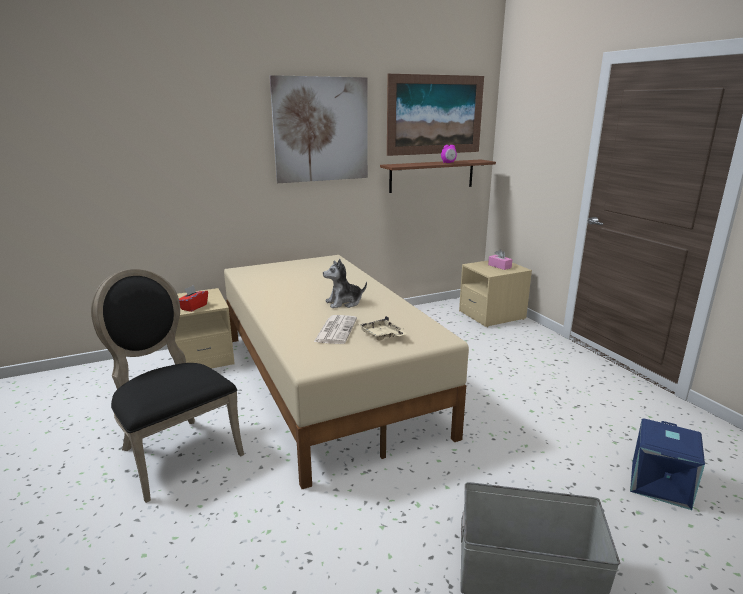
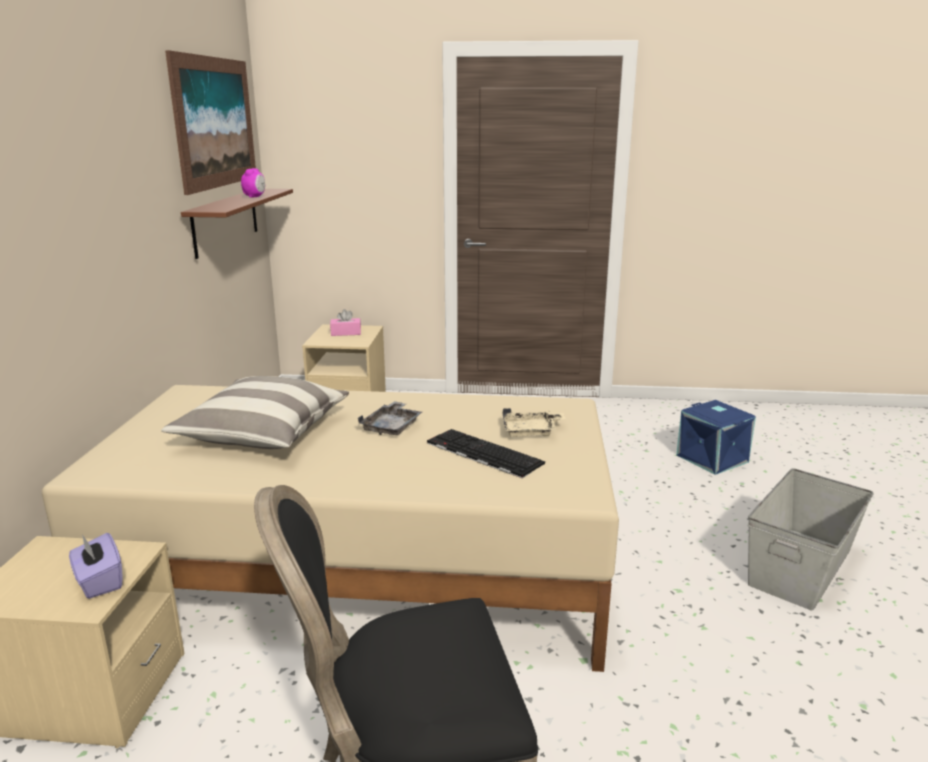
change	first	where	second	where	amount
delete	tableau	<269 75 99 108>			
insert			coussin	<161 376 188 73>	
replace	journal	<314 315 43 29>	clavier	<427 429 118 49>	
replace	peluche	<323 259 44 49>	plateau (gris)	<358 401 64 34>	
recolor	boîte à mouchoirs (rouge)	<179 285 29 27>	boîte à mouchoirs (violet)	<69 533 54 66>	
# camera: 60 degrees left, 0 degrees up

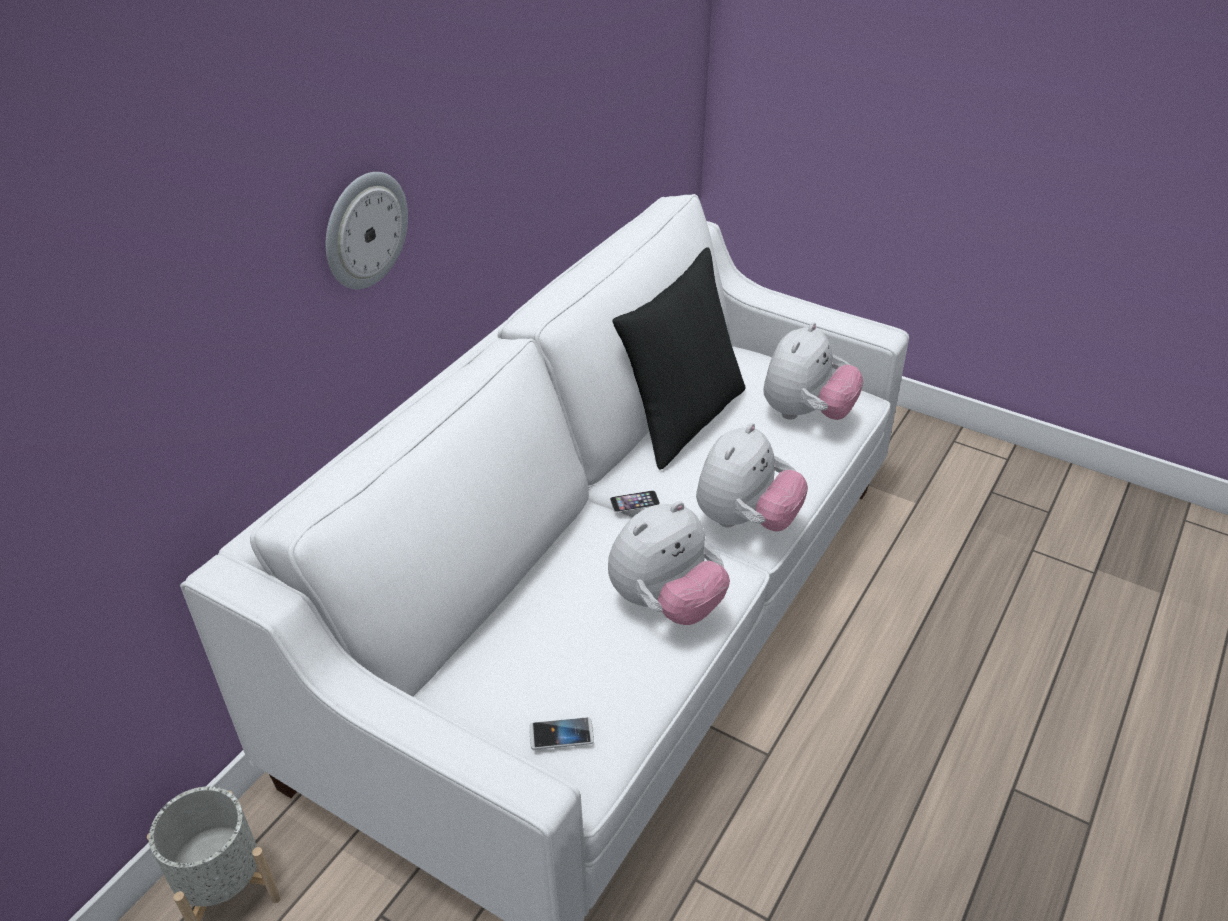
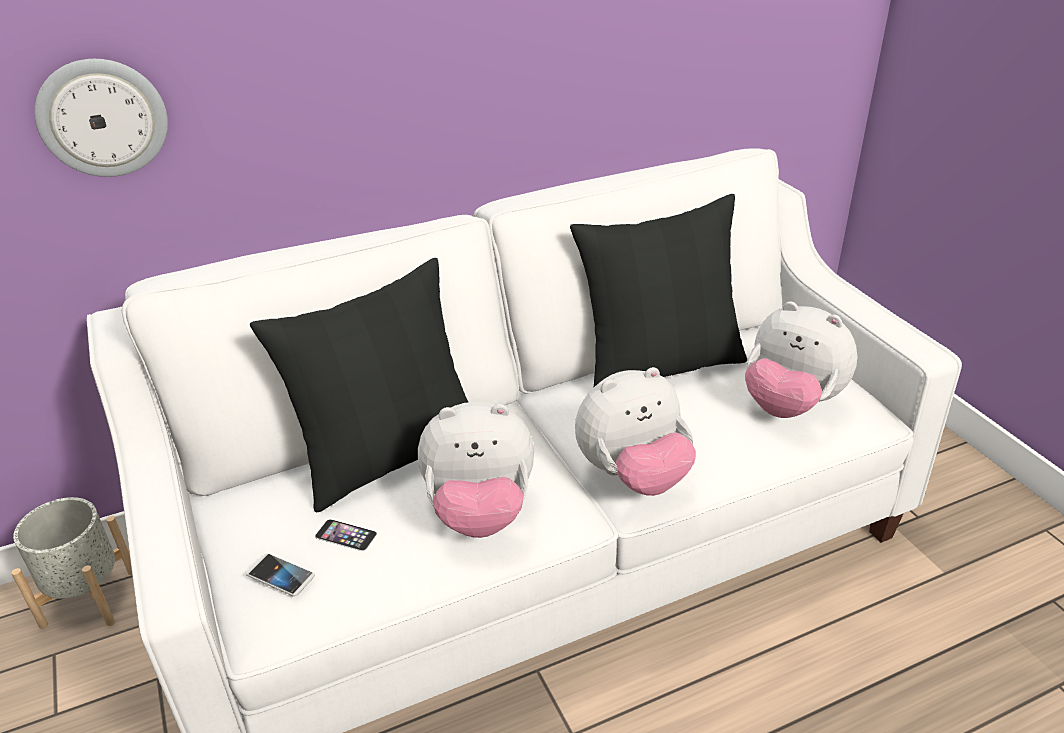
change	first	where	second	where	amount
insert			coussin (noir)	<250 258 218 254>	
move	horloge murale	<326 172 82 117>		<34 59 134 118>	
move	téléphone	<610 491 50 21>		<315 519 62 32>	
rotate	peluche	<763 322 101 98>		<745 301 112 117>	60 degrees clockwise
# camera: 35 degrees right, 5 degrees down

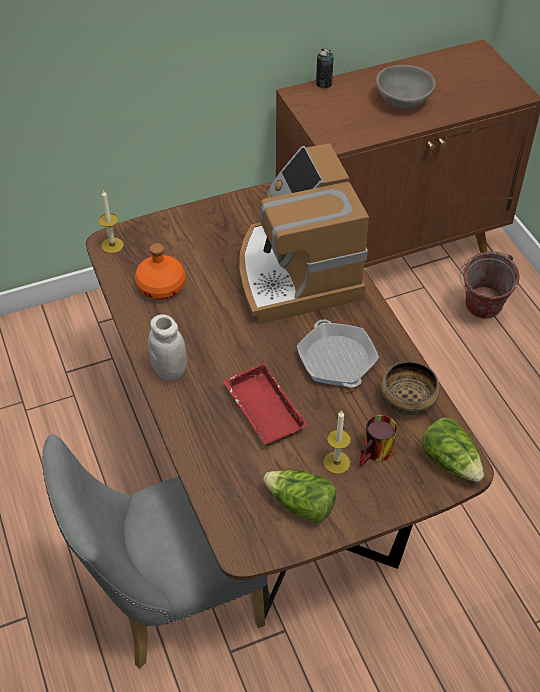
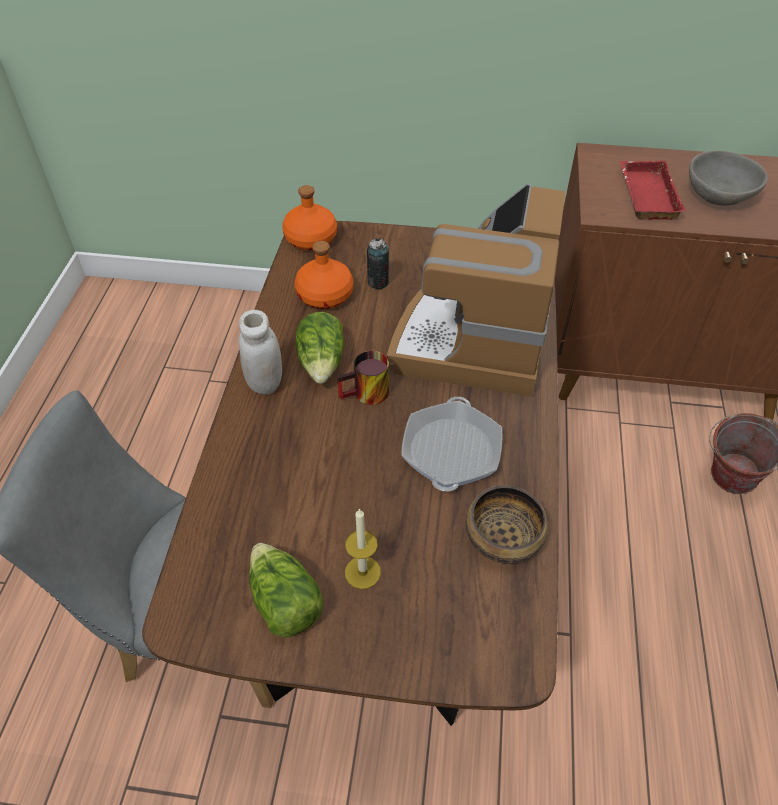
change	first	where	second	where	amount
move	plateau (rouge)	<223 363 85 83>		<620 160 66 60>	
move	boîte métallique	<316 49 18 40>		<367 238 22 51>	
move	mug	<359 415 38 52>		<337 351 52 54>	
move	laitue	<422 417 62 65>		<296 312 48 72>	
replace	bougie	<99 190 25 63>	bouteille (orange)	<282 185 55 65>	
# camera: 30 degrees right, 0 degrees up

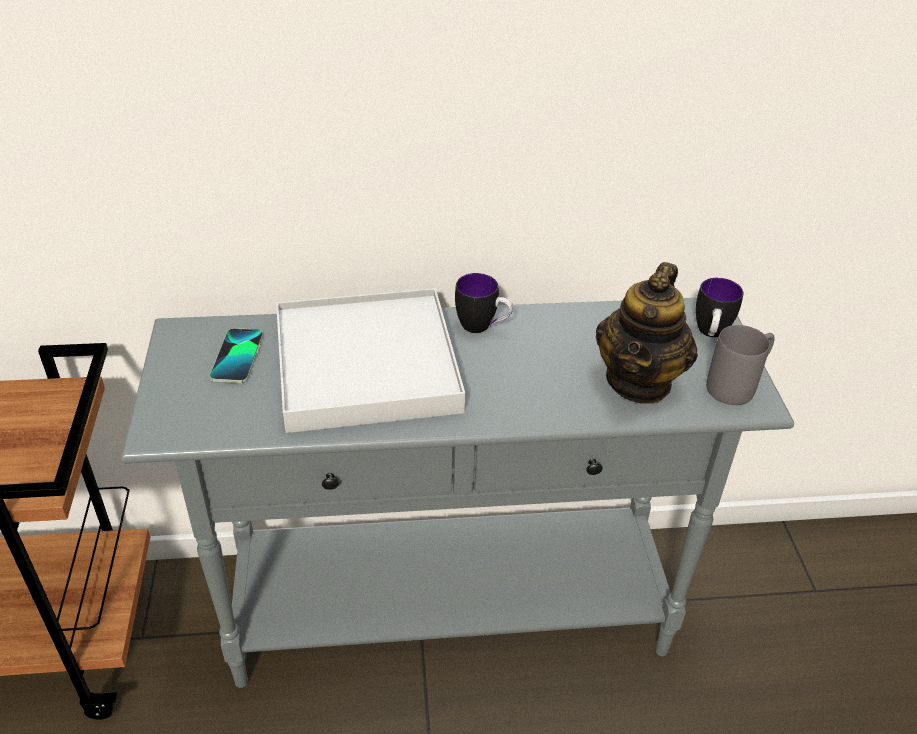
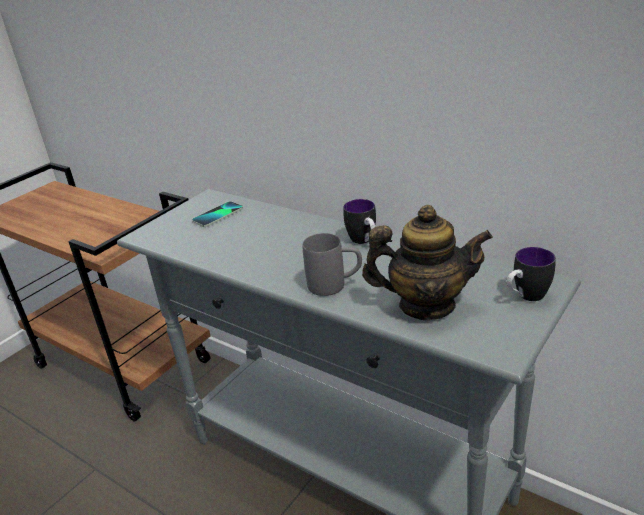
change	first	where	second	where	amount
delete	plateau (blanc)	<276 288 189 145>			
move	mug (gris)	<706 325 69 80>		<302 233 60 63>	
rotate	théière	<596 262 102 142>		<362 205 131 115>	150 degrees counterclockwise
# camera: 45 degrees right, 10 degrees down

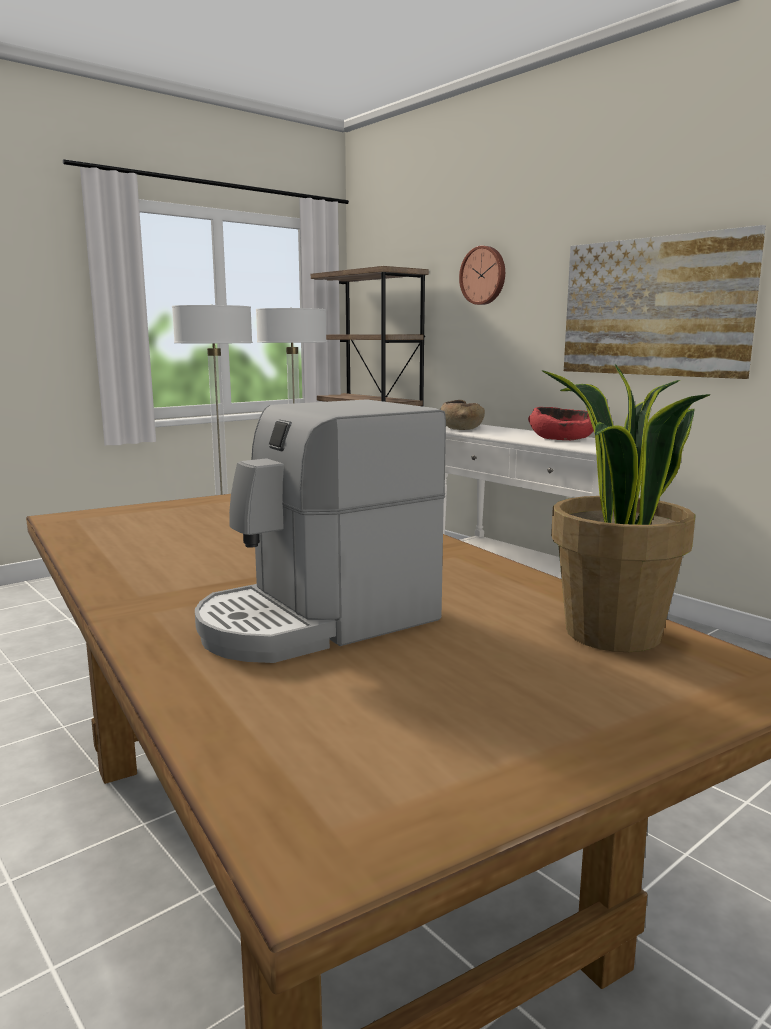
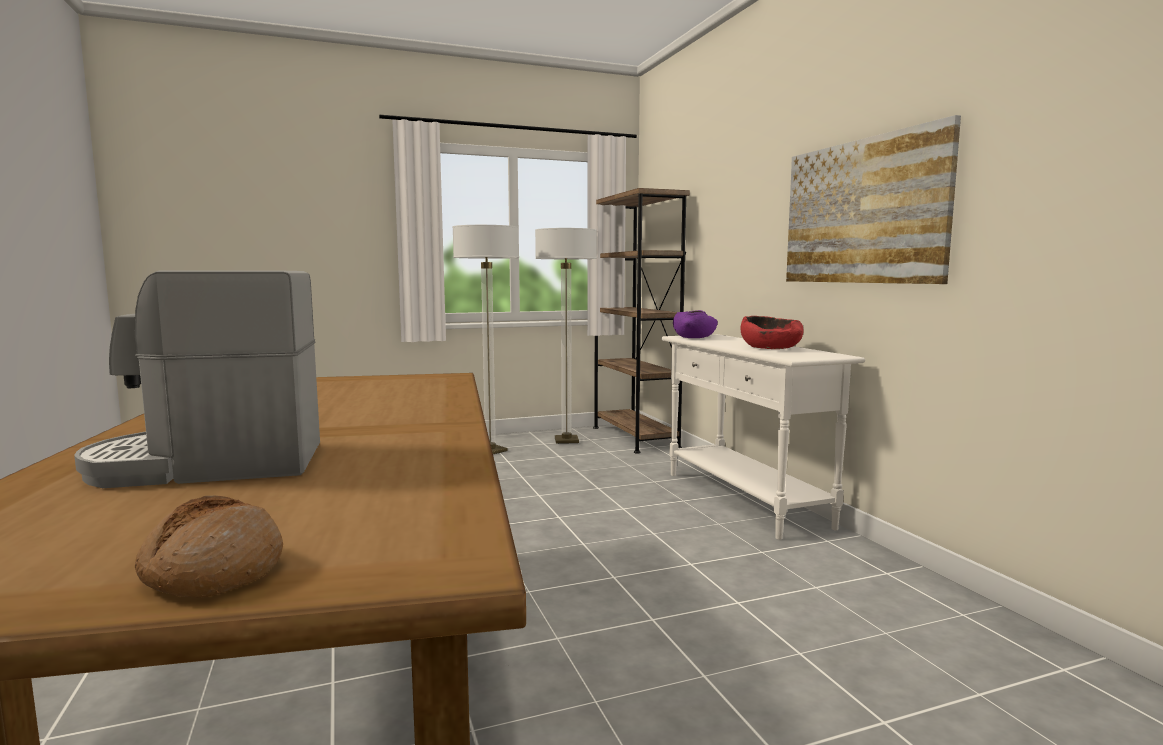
change	first	where	second	where	amount
delete	horloge murale	<459 246 46 59>			
delete	plante en pot	<542 364 169 288>			
insert			pain	<135 496 148 101>	
recolor	bol (marron)	<440 400 45 30>	bol (violet)	<673 310 45 28>	
# camera: 20 degrees right, 5 degrees down

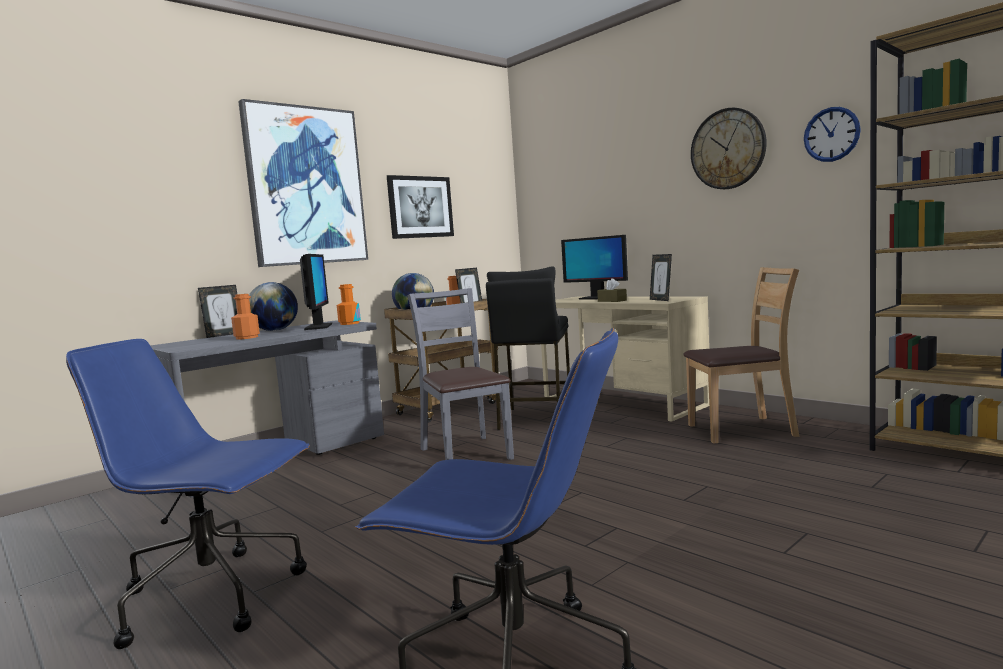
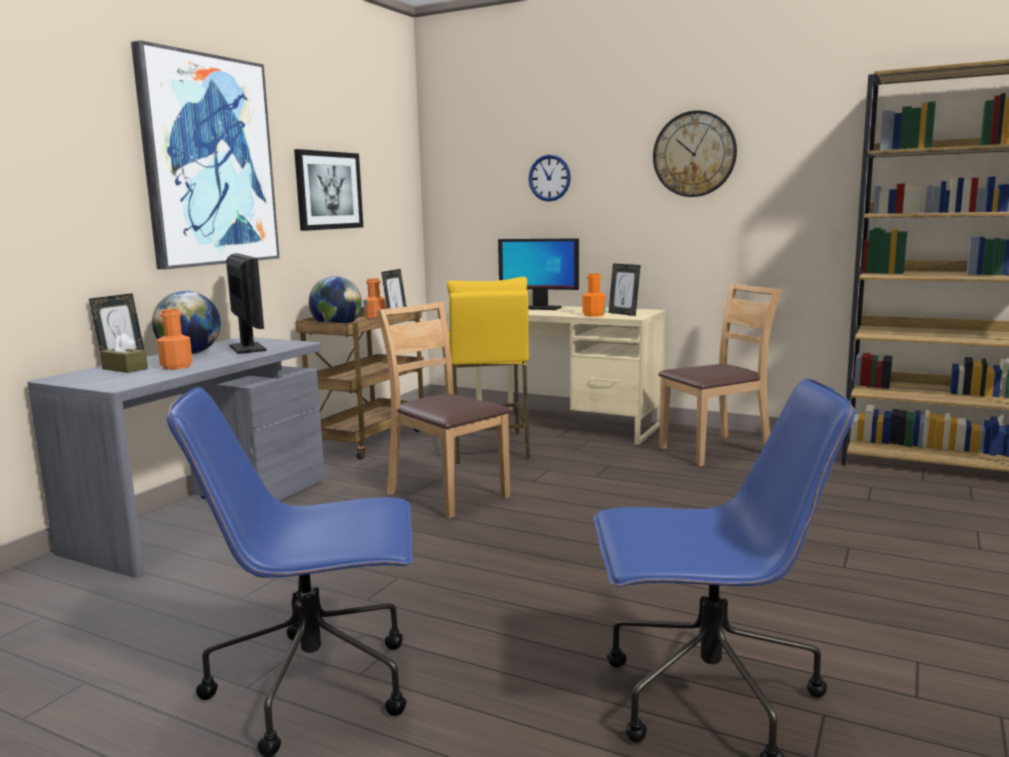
change	first	where	second	where	amount
move	bouteille (orange)	<337 284 24 41>		<583 273 23 44>	
move	boîte à mouchoirs (marron)	<597 278 30 24>		<100 333 48 40>	
move	horloge murale	<804 107 57 55>		<529 155 42 47>	
recolor	chaise (gris)	<407 288 107 172>	chaise (marron)	<376 302 135 217>	
recolor	tabouret (noir)	<486 267 84 163>	tabouret (jaune)	<447 277 83 188>	
# camera: 20 degrees left, 5 degrees up

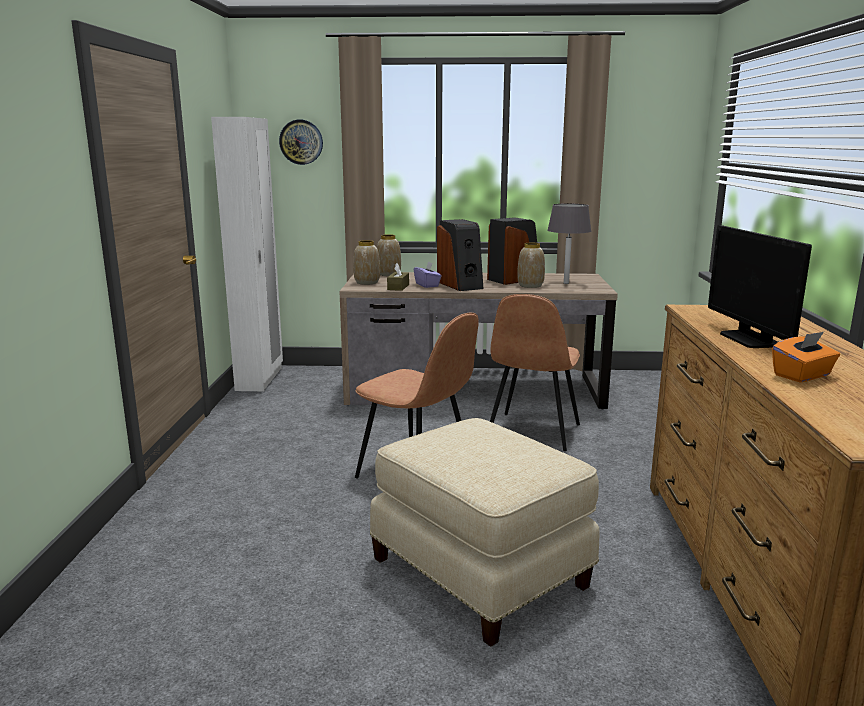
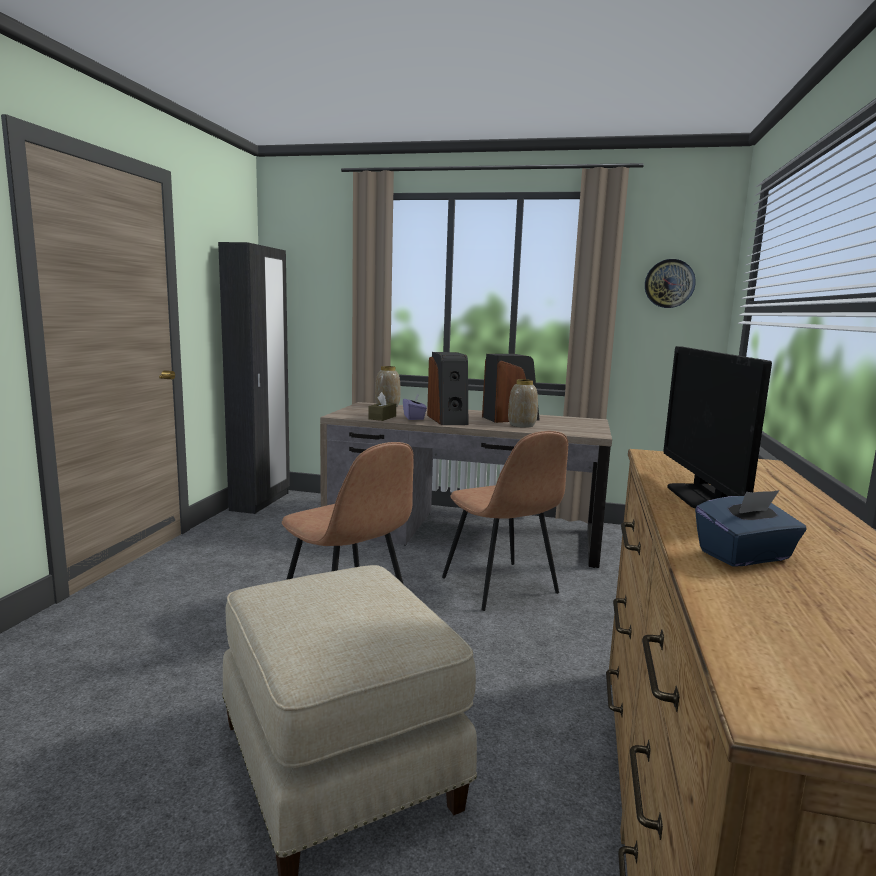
change	first	where	second	where	amount
delete	vase	<353 240 27 45>			
delete	lampe de table (gris)	<547 203 44 81>			
move	horloge murale	<279 120 44 45>		<645 259 51 49>	
recolor	armoire (blanc)	<211 117 72 274>	armoire (noir)	<218 242 72 272>	
recolor	boîte à mouchoirs (orange)	<772 332 68 50>	boîte à mouchoirs (bleu)	<695 490 112 77>	
rotate	chaise (marron)	<490 294 90 157>		<442 431 126 180>	60 degrees counterclockwise
# camera: 10 degrees right, 5 degrees down

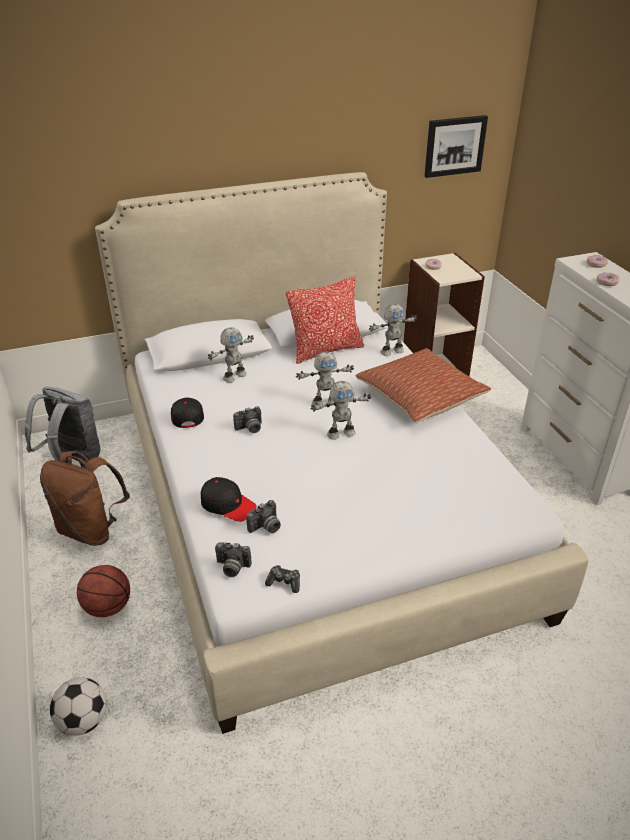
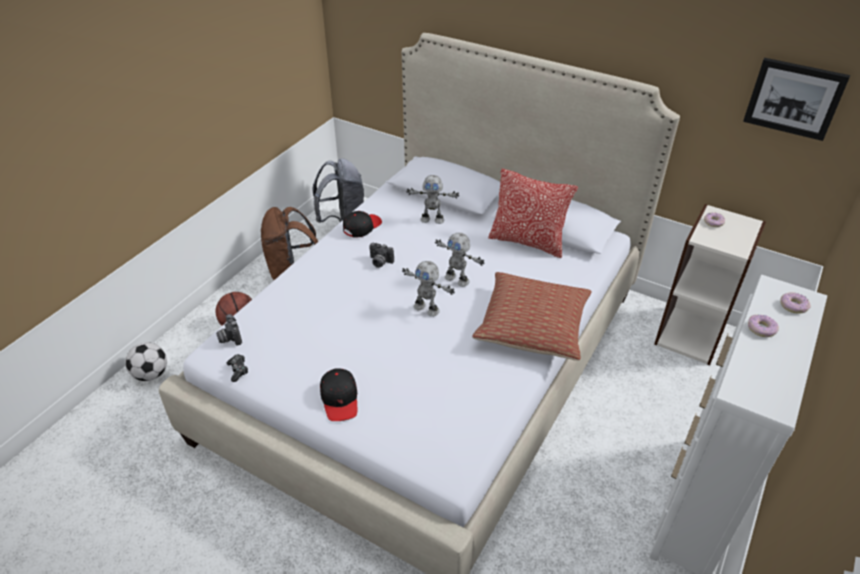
change	first	where	second	where	amount
delete	appareil photo	<246 500 35 33>			
delete	robot jouet	<369 304 48 52>			
move	casquette (noir)	<201 477 56 45>		<320 368 37 53>	
# camera: 50 degrees right, 5 degrees up

